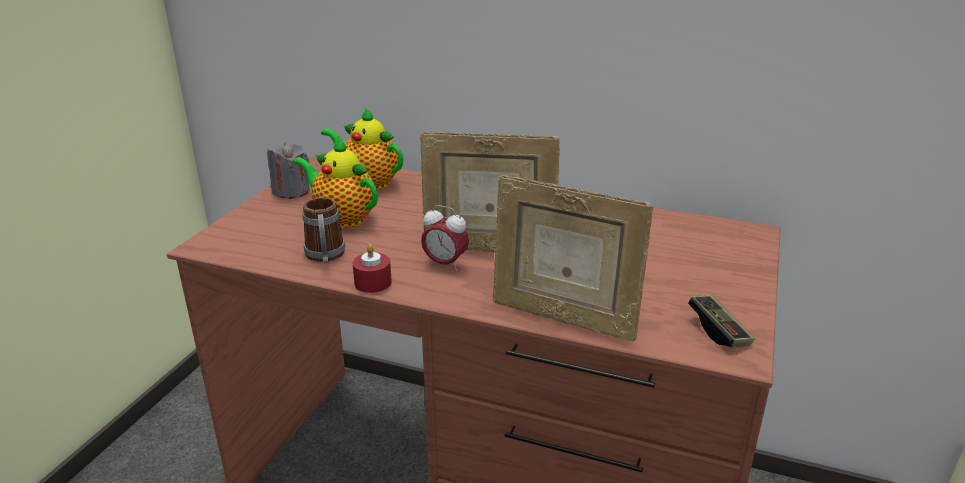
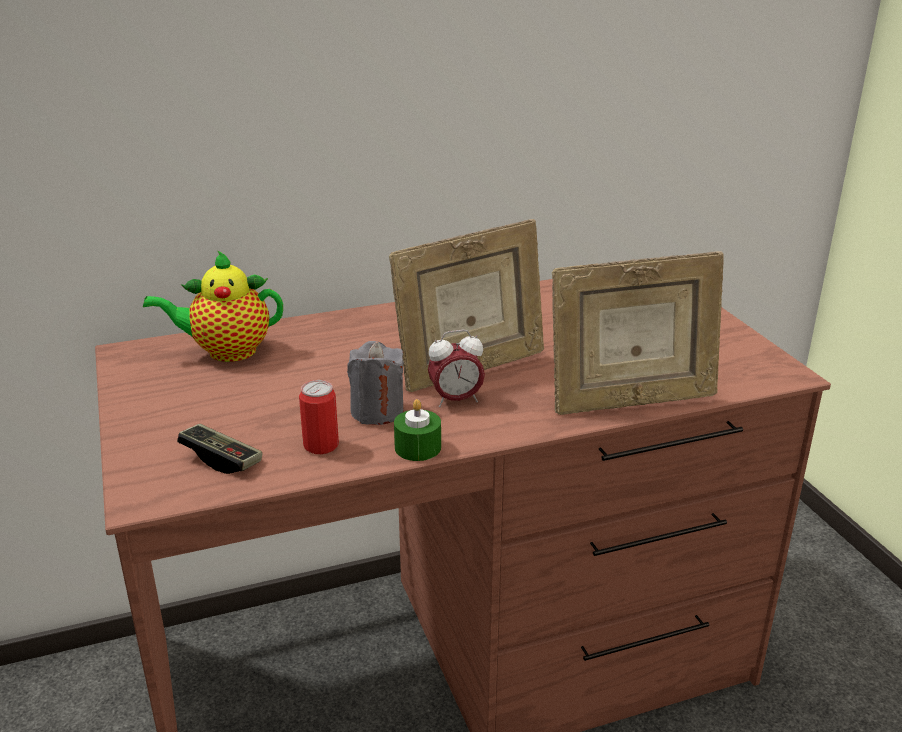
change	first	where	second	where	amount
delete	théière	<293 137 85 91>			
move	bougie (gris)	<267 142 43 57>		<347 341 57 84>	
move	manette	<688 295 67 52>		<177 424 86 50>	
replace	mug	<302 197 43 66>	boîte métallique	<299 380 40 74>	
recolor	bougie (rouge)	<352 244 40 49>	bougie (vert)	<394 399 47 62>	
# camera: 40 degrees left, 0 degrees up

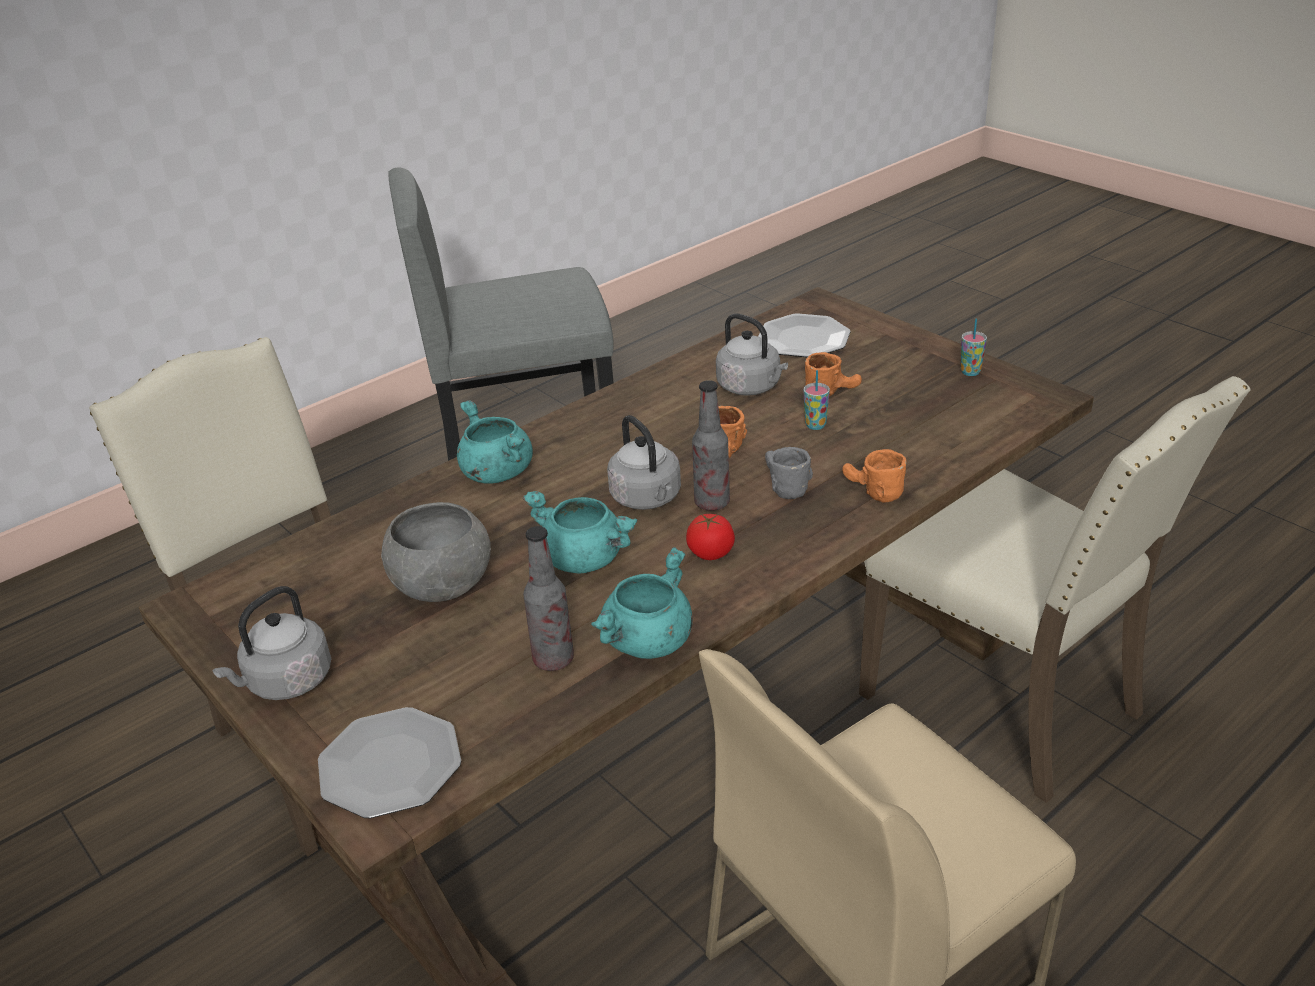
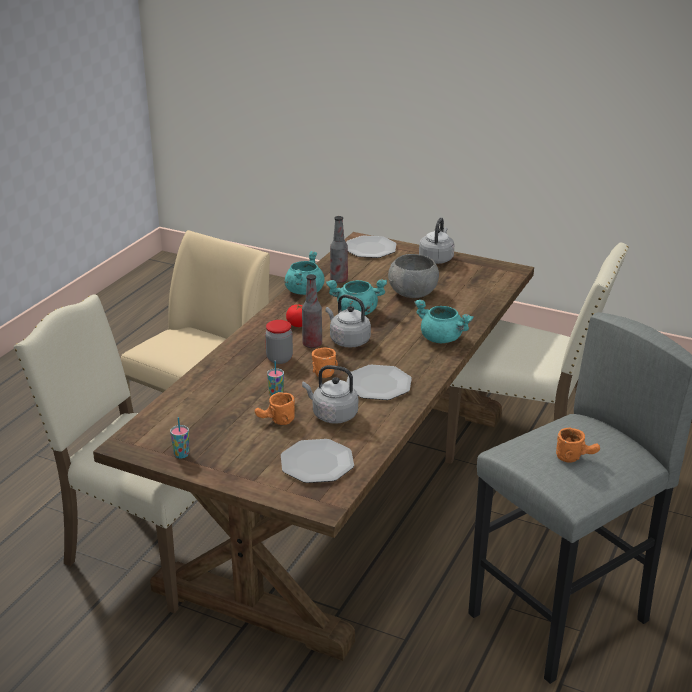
change	first	where	second	where	amount
insert			assiette	<347 365 65 35>	
move	mug (orange)	<842 449 64 54>		<556 428 44 35>	
replace	mug (gris)	<765 447 48 52>	bocal	<265 320 28 44>	
# camera: 155 degrees right, 5 degrees down

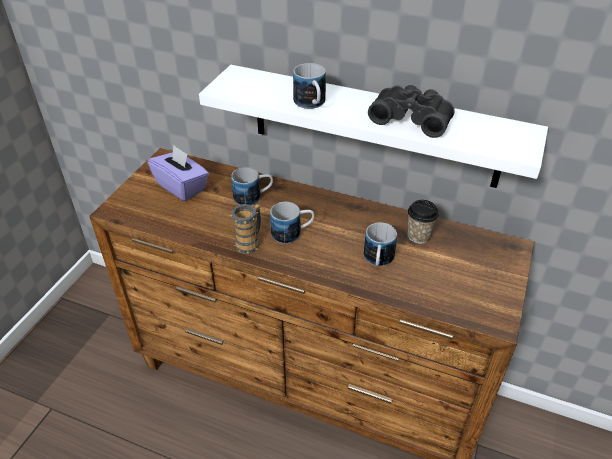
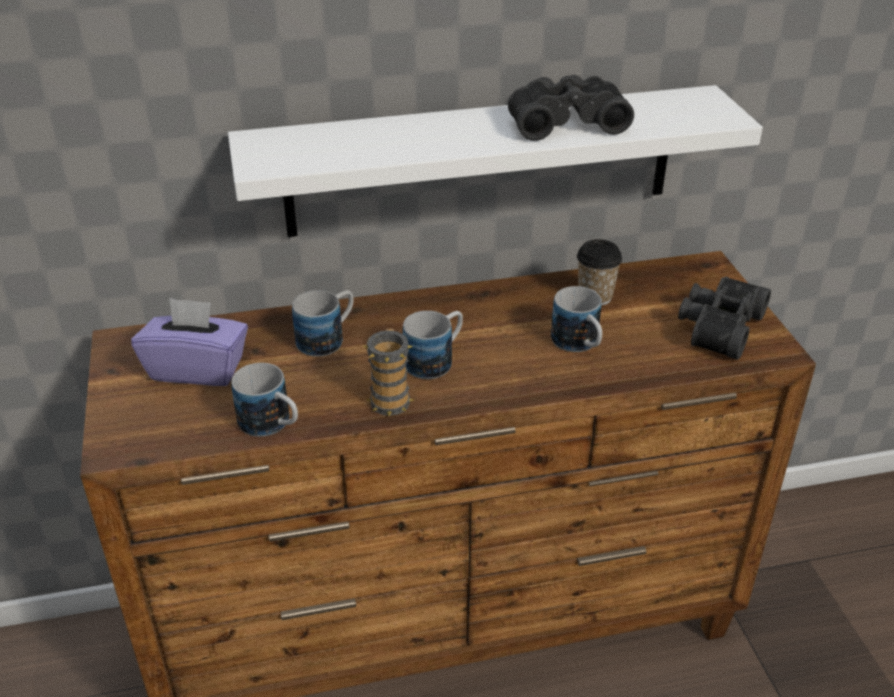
change	first	where	second	where	amount
insert			jumelles (noir)	<678 277 93 83>	
move	mug	<293 63 33 46>		<231 363 67 74>	
# camera: 35 degrees left, 5 degrees down

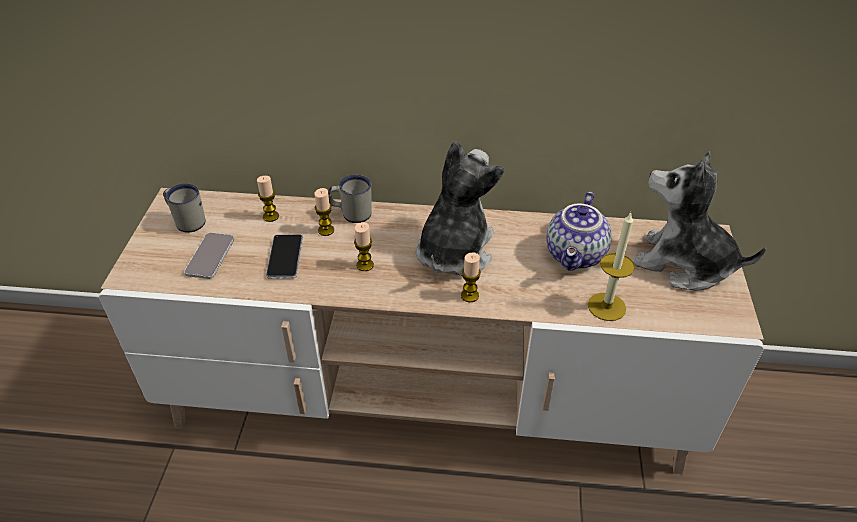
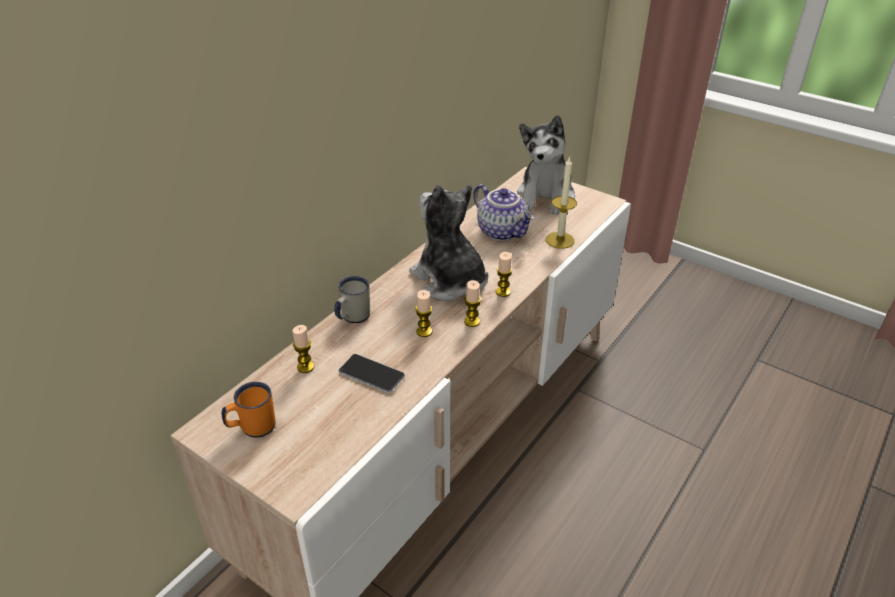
change	first	where	second	where	amount
delete	téléphone	<184 233 50 46>			
move	bougie	<315 188 19 48>		<464 280 17 47>	
recolor	mug (blanc)	<163 184 43 49>	mug (orange)	<221 382 55 56>	
rotate	peluche	<634 151 132 140>		<517 115 58 100>	45 degrees counterclockwise
# camera: 60 degrees left, 5 degrees down

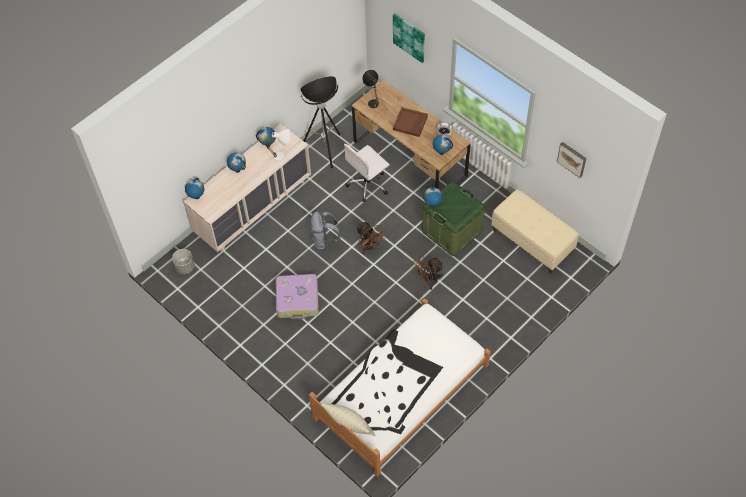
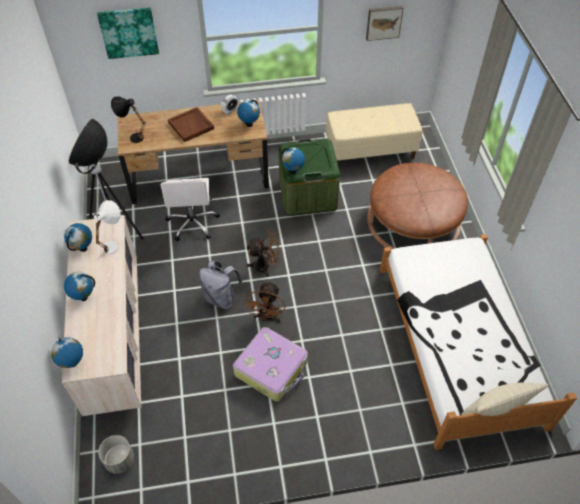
change	first	where	second	where	amount
insert			pouf (marron)	<367 163 101 87>	
move	ventilateur (marron)	<413 255 31 35>		<245 281 40 41>	
# camera: 55 degrees left, 5 degrees down

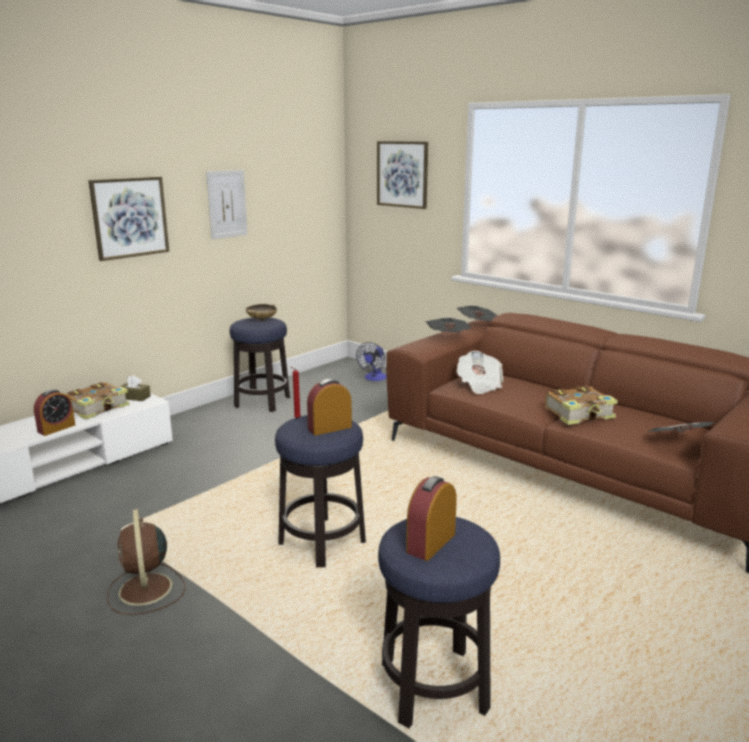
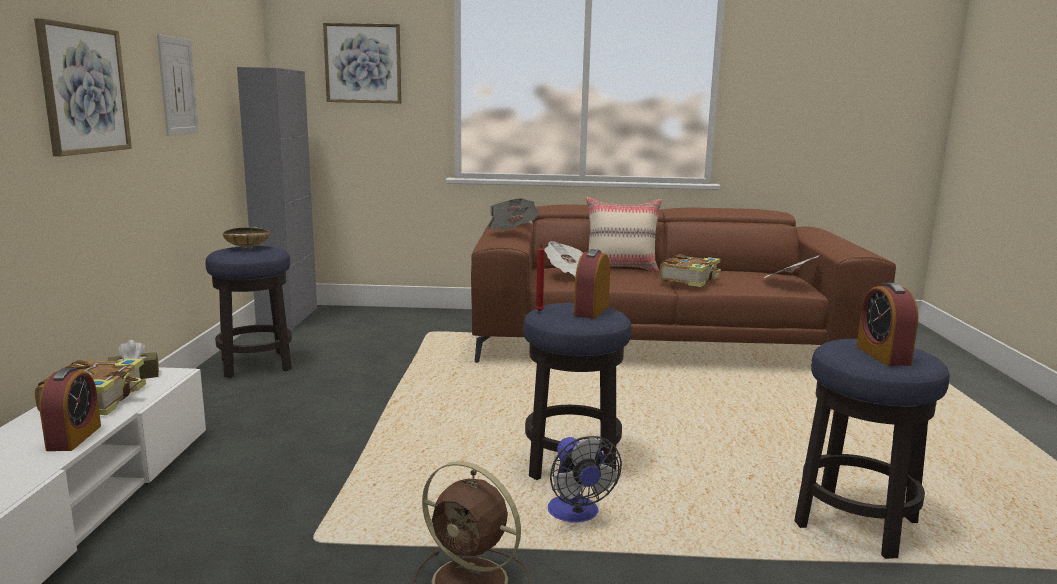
change	first	where	second	where	amount
insert			meuble de rangement (gris)	<237 67 80 264>	
insert			coussin (beige)	<586 197 76 75>	
move	ventilateur	<356 342 31 39>		<548 436 74 86>	
# camera: 40 degrees left, 5 degrees down

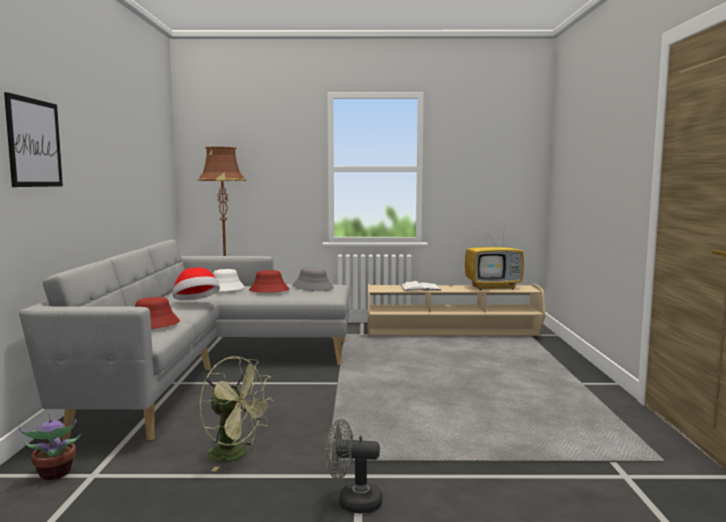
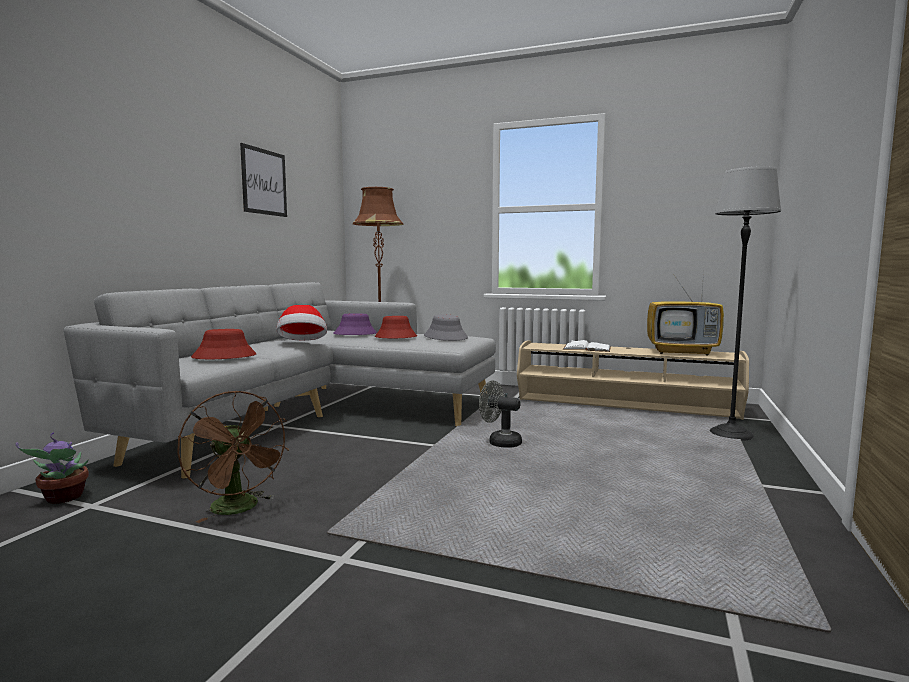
change	first	where	second	where	amount
insert			lampadaire	<710 166 71 275>	
move	tableau	<4 92 59 95>		<240 143 47 74>	
move	ventilateur (gris)	<325 419 57 94>		<479 380 43 68>	
recolor	ventilateur (vert)	<200 356 74 115>	ventilateur (marron)	<177 391 112 132>	
recolor	chapeau (blanc)	<213 269 32 22>	chapeau (violet)	<333 313 44 22>	
# camera: 20 degrees right, 0 degrees up

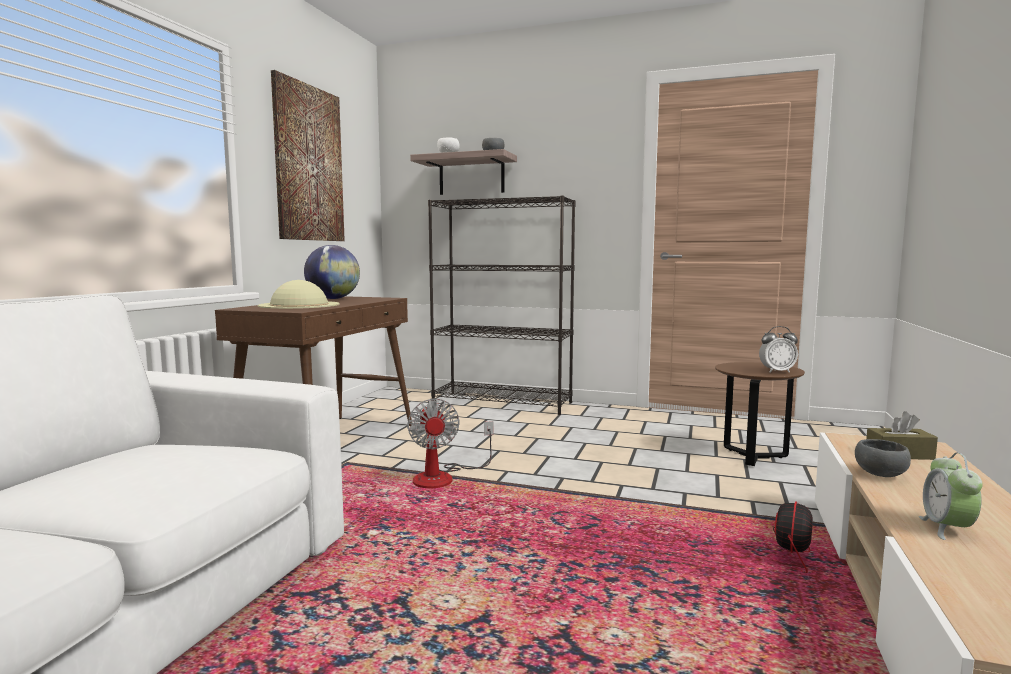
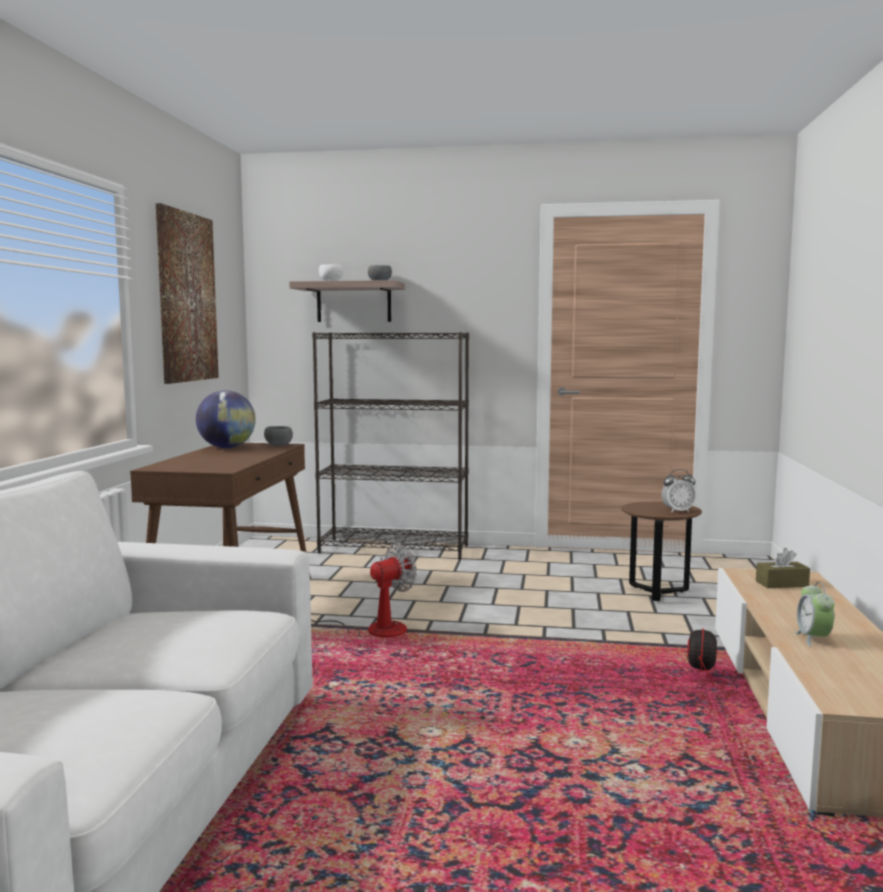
change	first	where	second	where	amount
delete	chapeau (beige)	<258 280 82 29>			
move	bol (gris)	<855 439 56 38>		<264 426 29 20>	
rotate	ventilateur	<407 398 86 90>		<311 543 106 94>	105 degrees counterclockwise
# camera: 10 degrees left, 0 degrees up

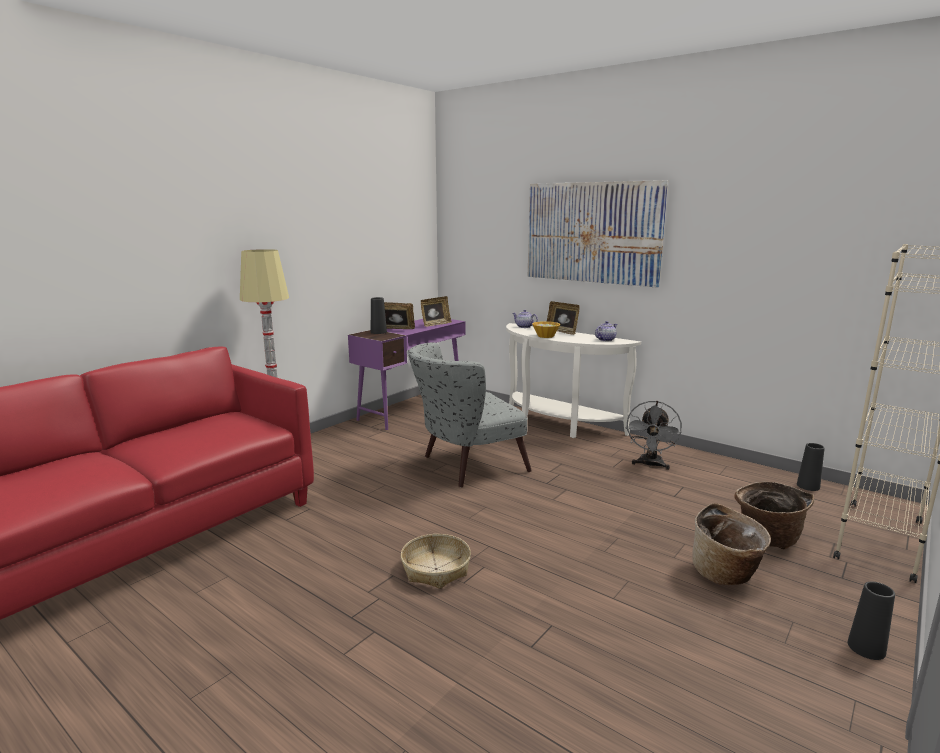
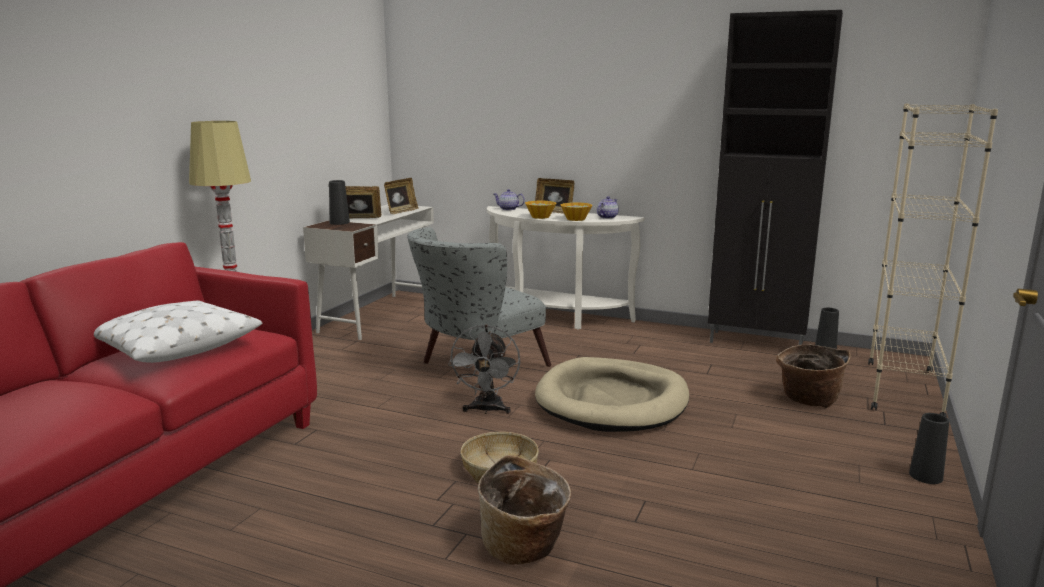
change	first	where	second	where	amount
delete	tableau	<528 180 141 108>			
insert			coussin (blanc)	<94 301 168 62>	
insert			panier pour chien (beige)	<535 357 154 75>	
insert			bol	<560 202 32 19>	
insert			meuble de rangement (noir)	<708 10 135 335>	
move	ventilateur (gris)	<626 401 56 69>		<448 325 72 89>	
move	panier	<693 503 78 82>		<478 455 93 110>	
recolor	bureau (violet)	<348 319 118 111>	bureau (blanc)	<303 204 131 136>	
# camera: 15 degrees left, 0 degrees up

